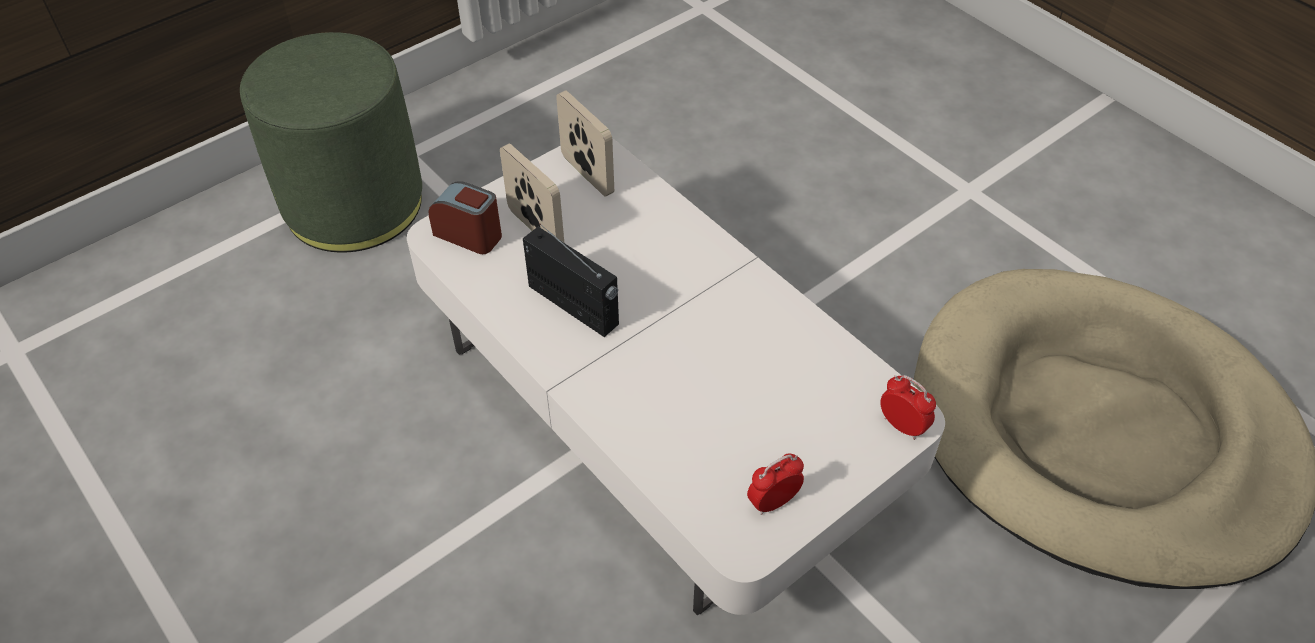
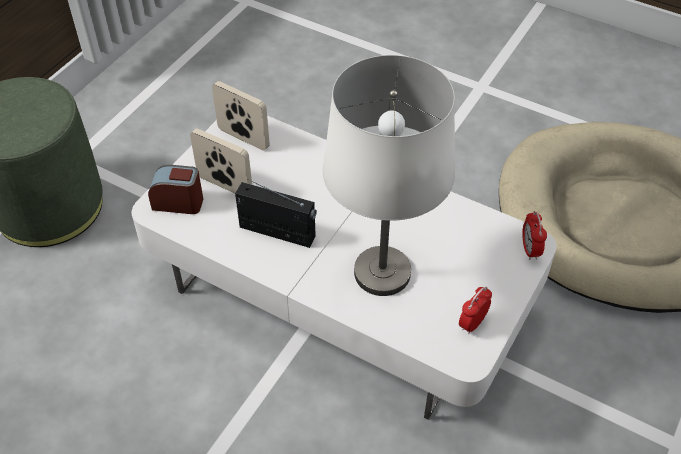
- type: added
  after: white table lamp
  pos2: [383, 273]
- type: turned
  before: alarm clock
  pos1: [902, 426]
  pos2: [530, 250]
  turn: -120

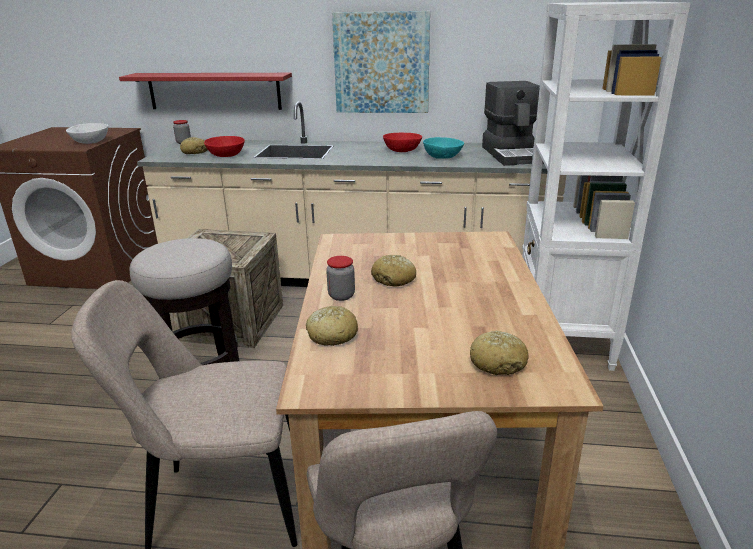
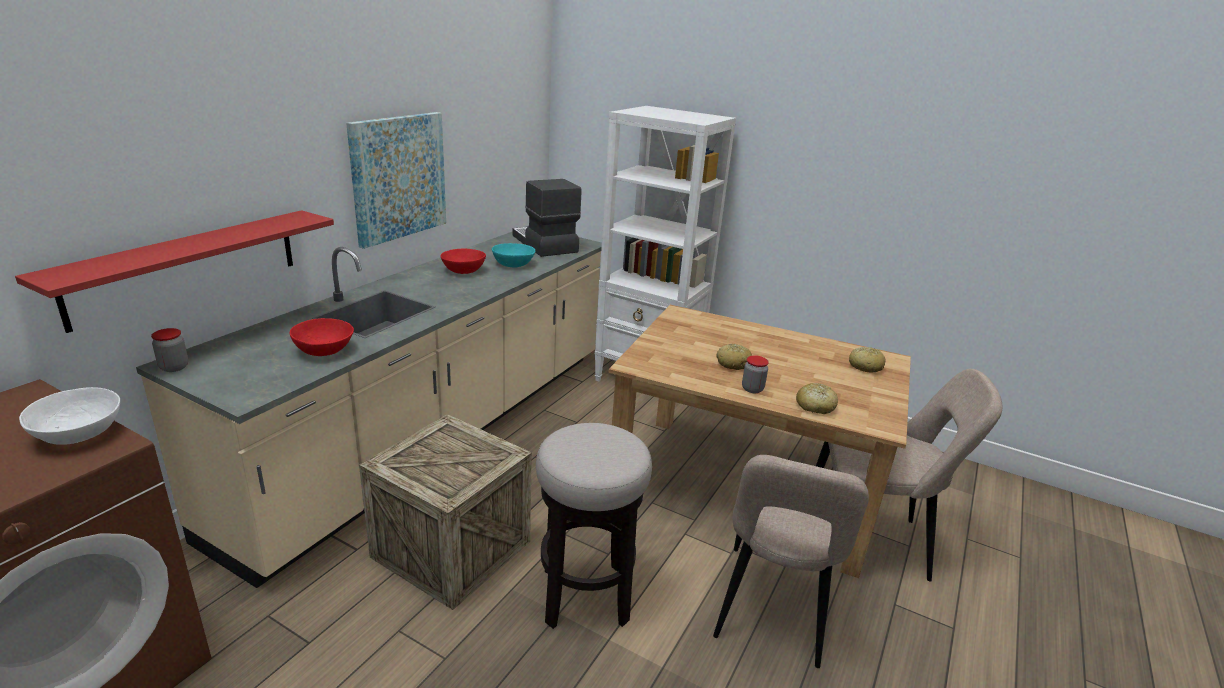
- type: turned
  before: coffee machine
  pos1: [513, 154]
  pos2: [544, 244]
  turn: -135
- type: removed
  before: bakery bread
  pos1: [195, 152]

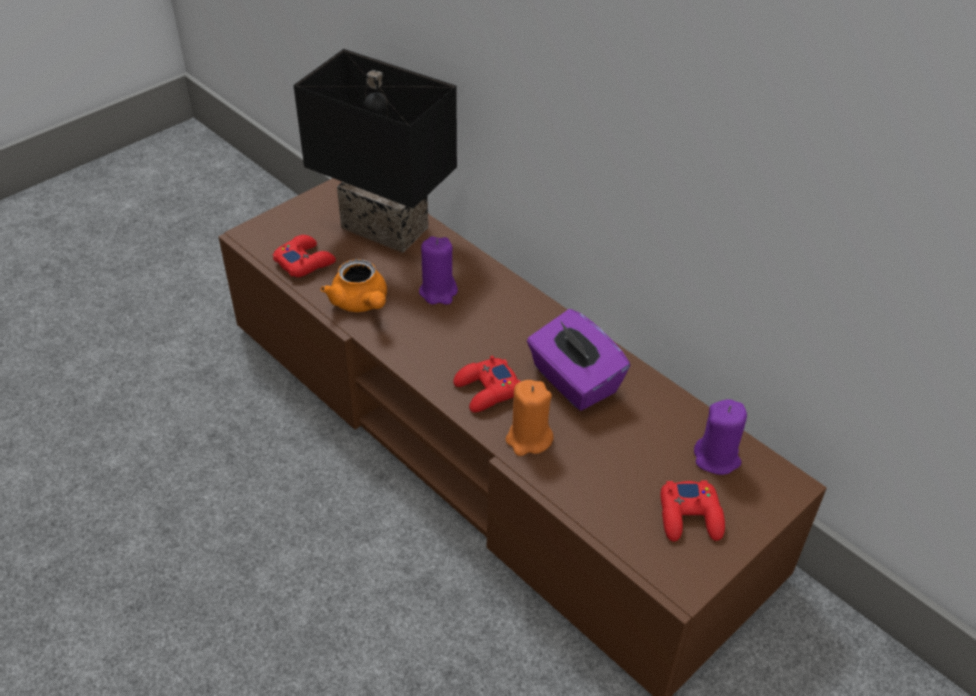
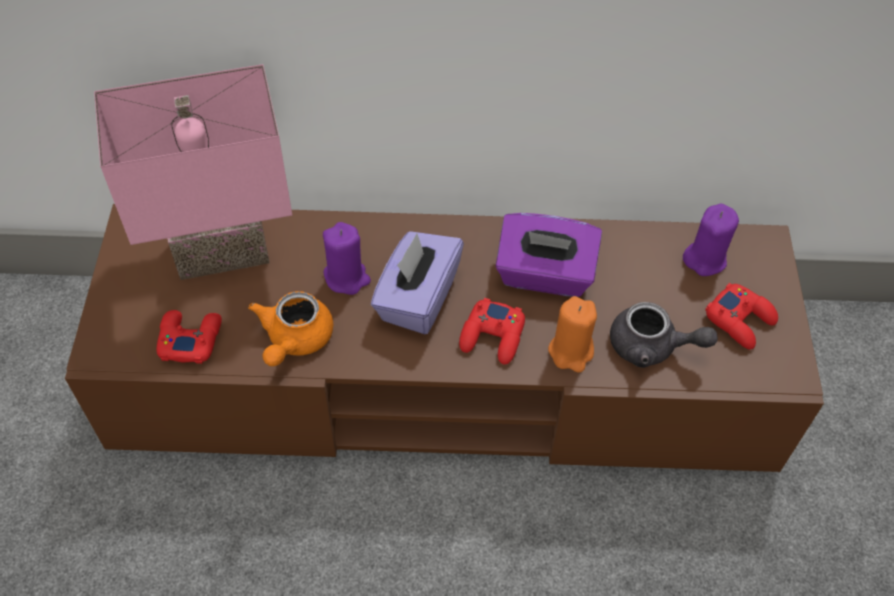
- type: recoloured
  before: blackish table lamp
  after: pinkish table lamp
  pos1: [381, 229]
  pos2: [221, 254]
- type: turned
  before: orange tea pot
  pos1: [361, 303]
  pos2: [294, 340]
  turn: 90
- type: added
  after: purple-coloured tissue holder
  pos2: [417, 298]
- type: added
  after: gray tea pot
  pos2: [651, 347]

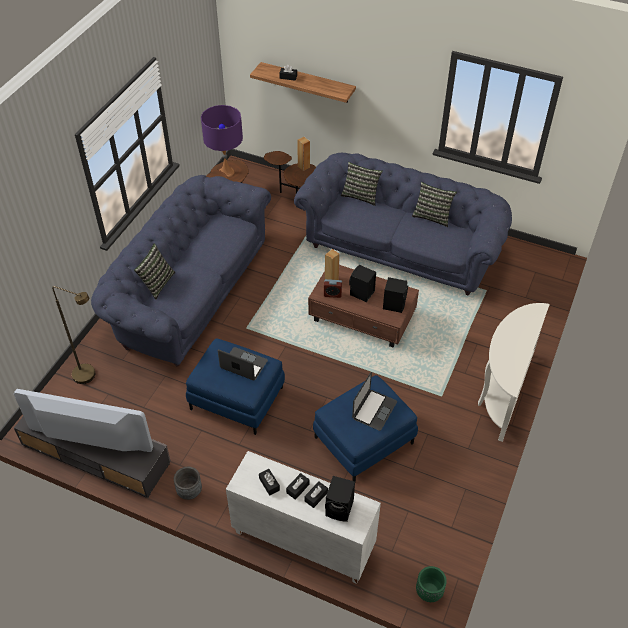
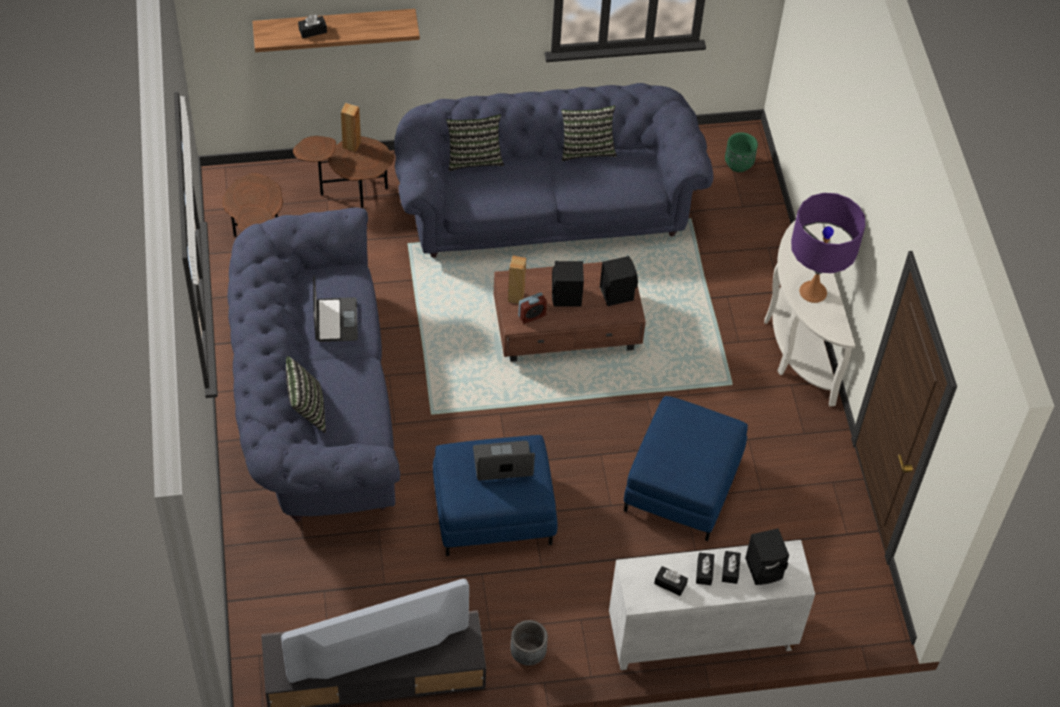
- type: moved
  before: laptop
  pos1: [374, 410]
  pos2: [335, 320]
- type: moved
  before: green flower pot
  pos1: [429, 591]
  pos2: [738, 164]
- type: moved
  before: purple-coloured table lamp
  pos1: [226, 172]
  pos2: [813, 291]
- type: removed
  before: brown-coloured standing lamp
  pos1: [90, 376]

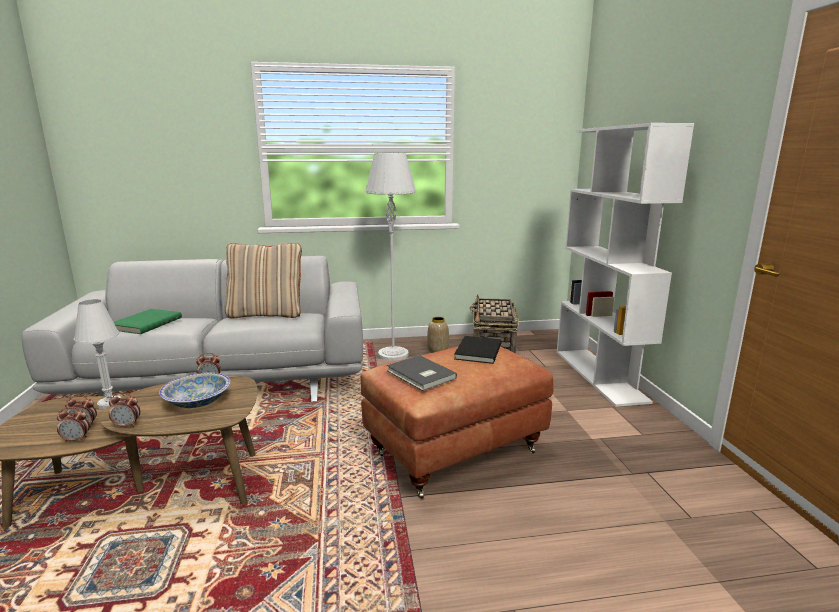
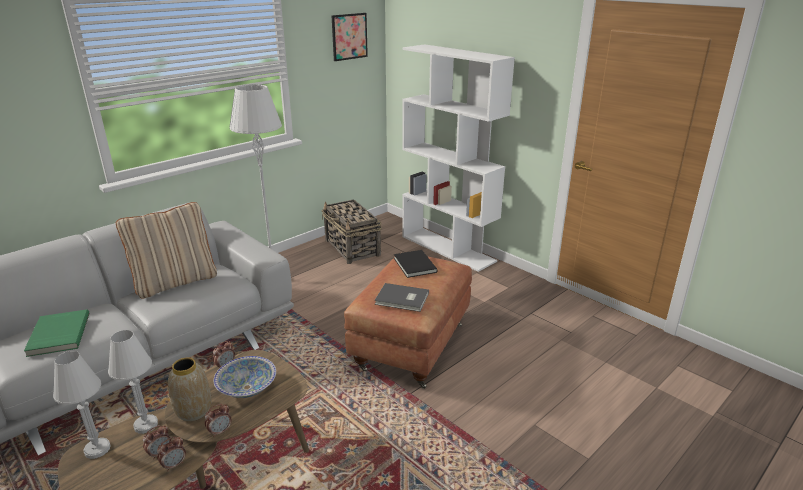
- type: added
  after: white table lamp
  pos2: [97, 449]
- type: moved
  before: decorative vase
  pos1: [437, 350]
  pos2: [193, 411]
- type: added
  after: wall art
  pos2: [349, 36]

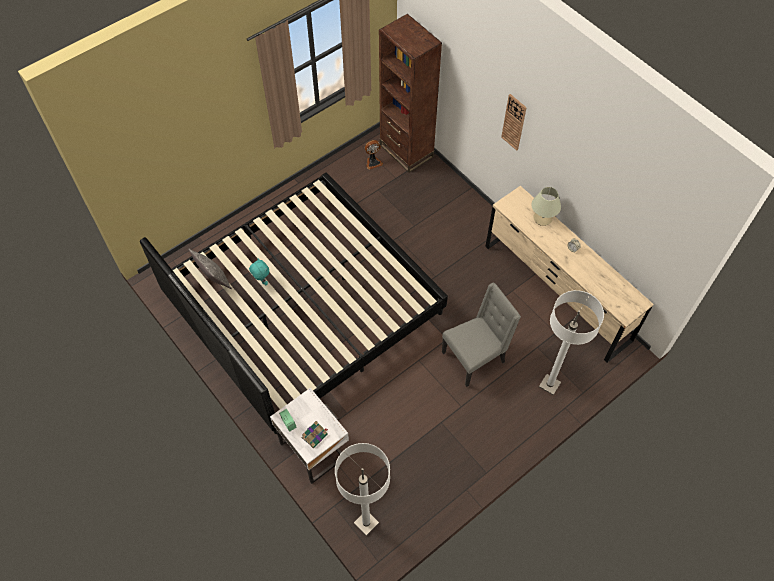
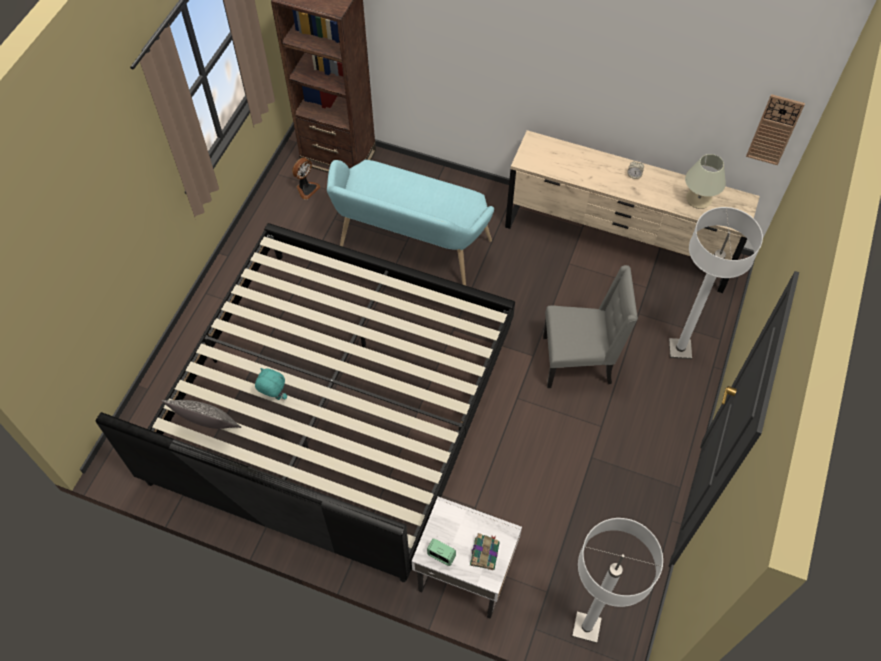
- type: added
  after: turquoise indoor bench
  pos2: [410, 249]
- type: turned
  before: gray plain chair
  pos1: [475, 357]
  pos2: [578, 361]
  turn: 60
- type: moved
  before: sand-coloured table lamp
  pos1: [542, 218]
  pos2: [698, 199]
- type: moved
  before: hanging clock
  pos1: [514, 122]
  pos2: [774, 130]

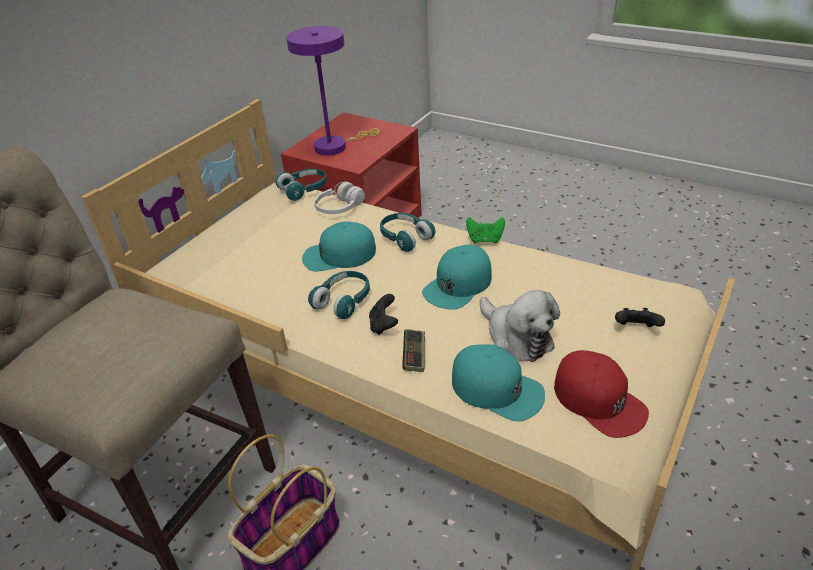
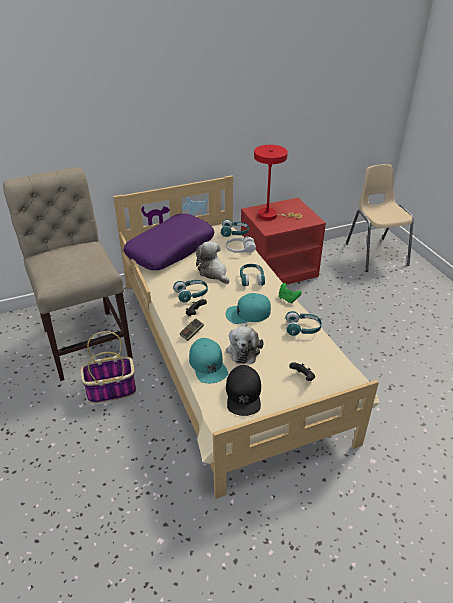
- type: added
  after: purple-coloured cushion
  pos2: [170, 249]
- type: replaced
  before: turquoise peaked cap
  after: soft toy
  pos1: [339, 255]
  pos2: [213, 272]
- type: recoloured
  before: red-coloured peaked cap
  after: blackish peaked cap
  pos1: [599, 400]
  pos2: [243, 394]
- type: recoloured
  before: purple-coloured table lamp
  after: red-coloured table lamp
  pos1: [335, 146]
  pos2: [271, 215]
- type: added
  after: turquoise headset
  pos2: [302, 329]
- type: added
  after: sand-coloured plain chair
  pos2: [375, 254]

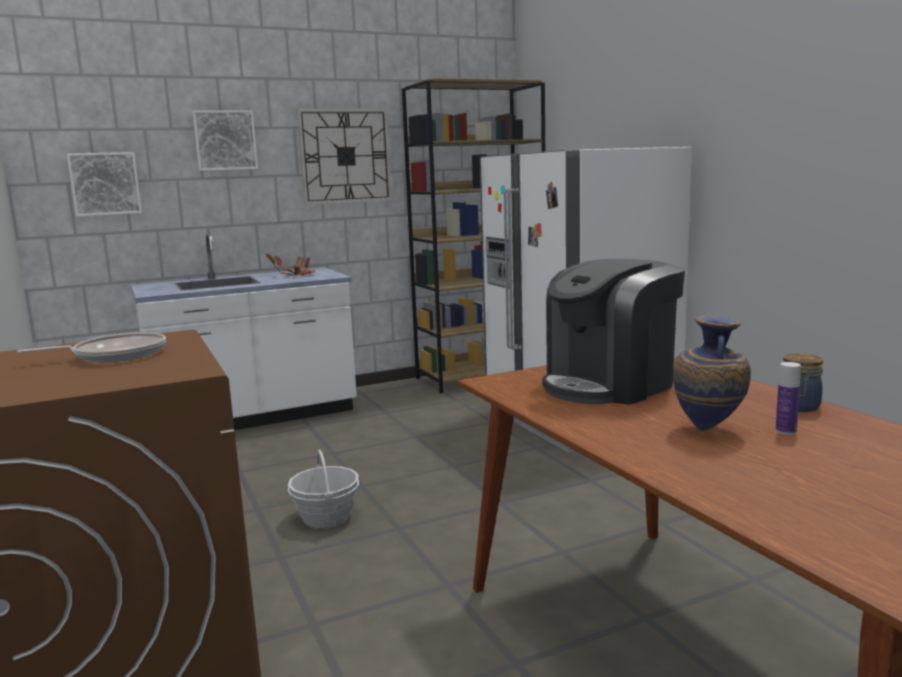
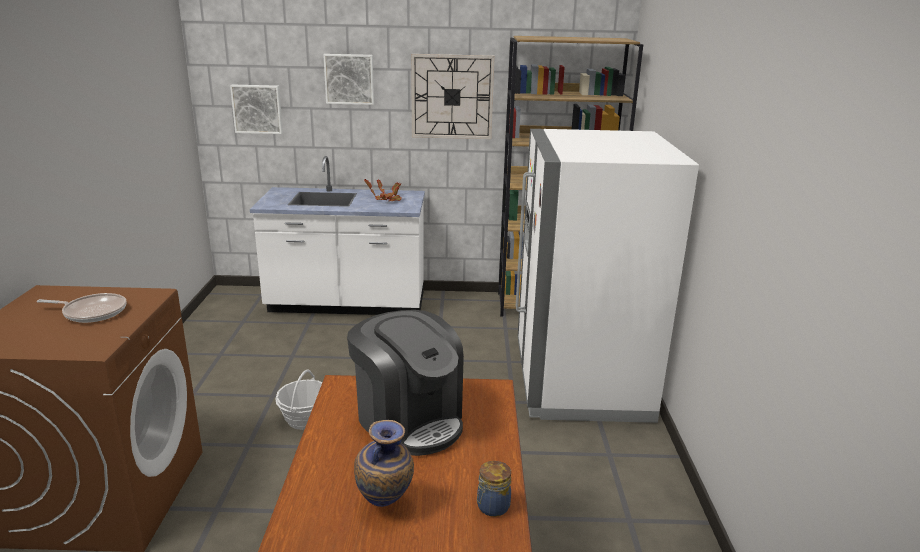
- type: turned
  before: coffee machine
  pos1: [610, 385]
  pos2: [409, 421]
  turn: -120
- type: removed
  before: beverage bottle
  pos1: [786, 431]

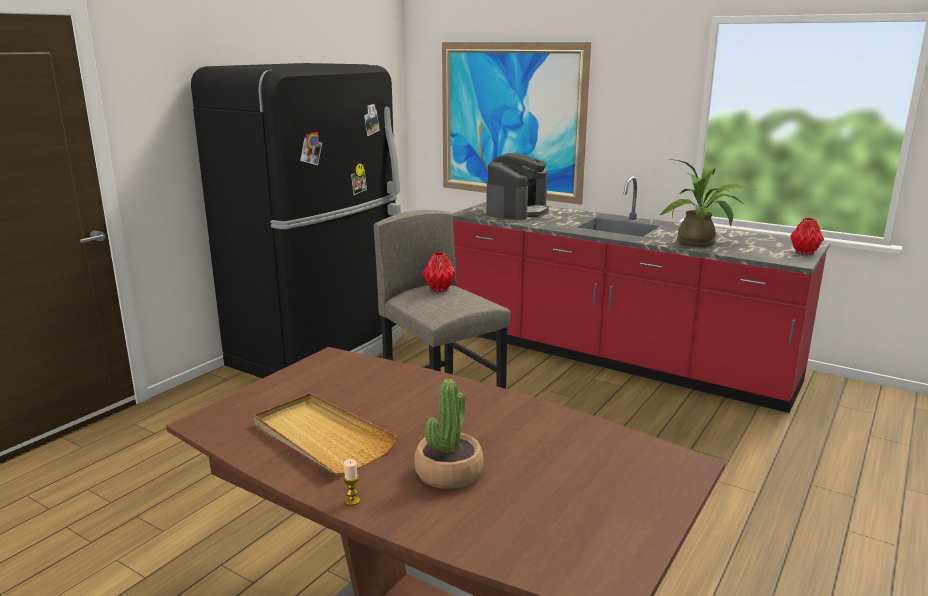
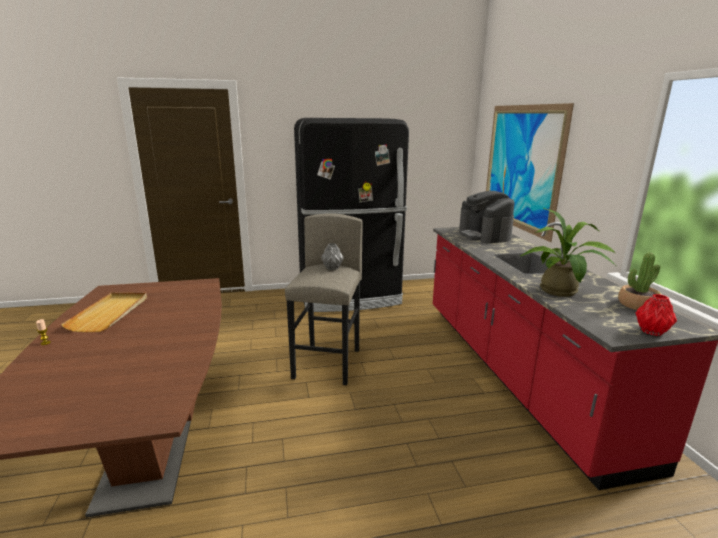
- type: recoloured
  before: red-coloured decorative vase
  after: gray decorative vase
  pos1: [439, 289]
  pos2: [332, 268]
- type: turned
  before: coffee machine
  pos1: [517, 211]
  pos2: [484, 235]
  turn: 90
- type: moved
  before: potted plant
  pos1: [448, 472]
  pos2: [637, 305]

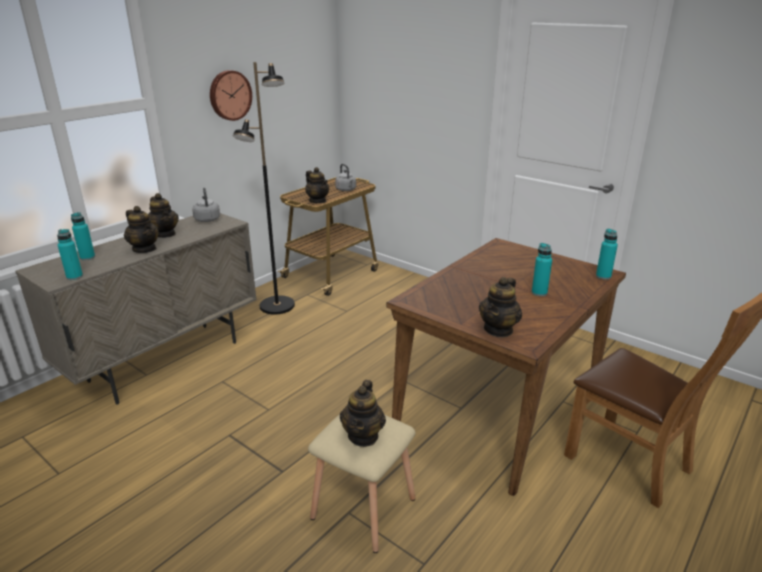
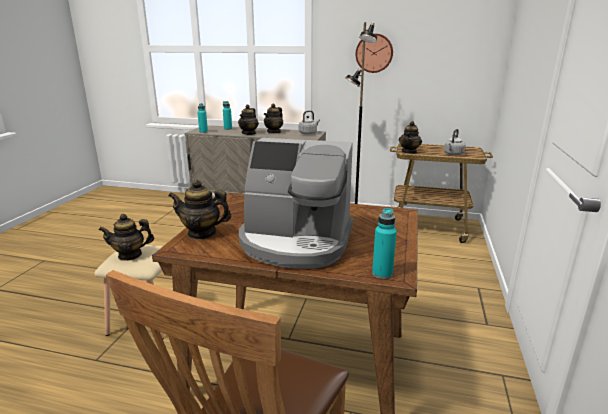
- type: replaced
  before: turquoise beverage bottle
  after: coffee machine
  pos1: [539, 292]
  pos2: [296, 242]

